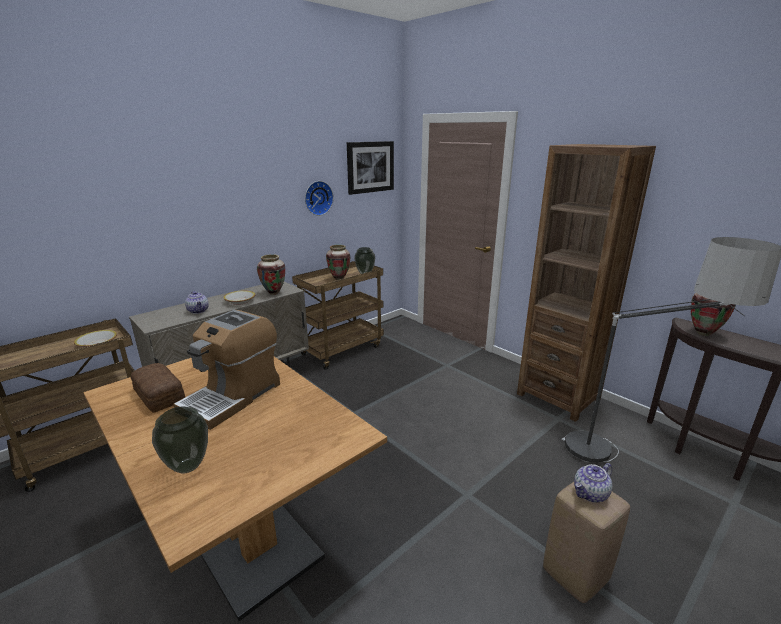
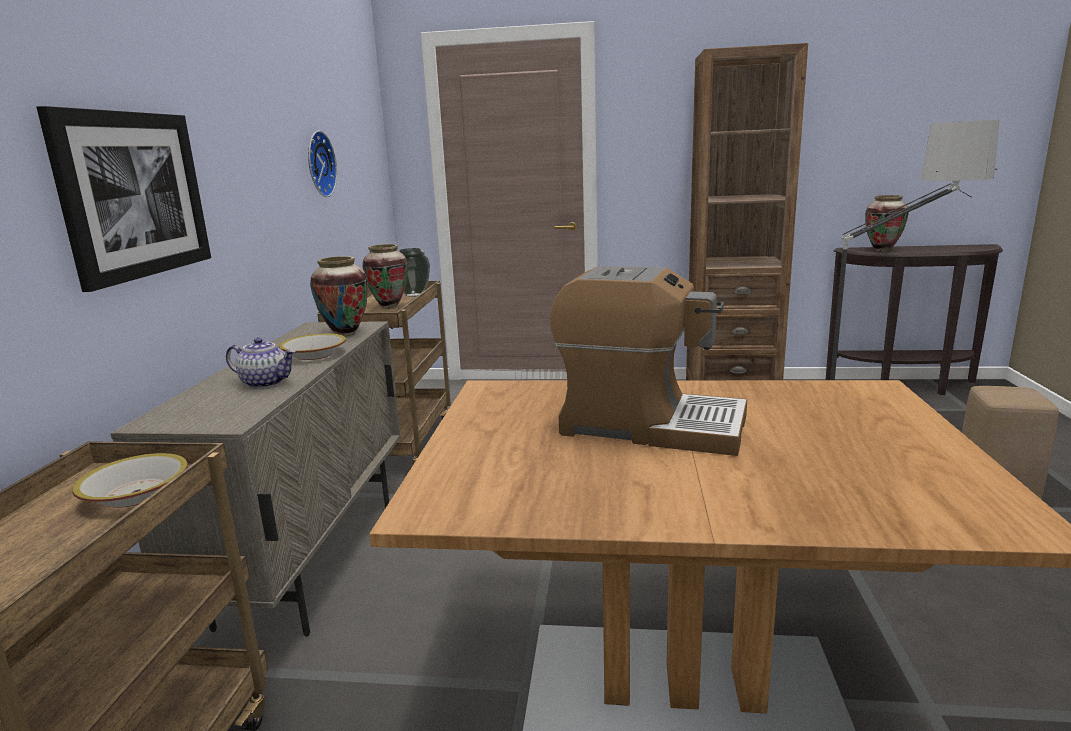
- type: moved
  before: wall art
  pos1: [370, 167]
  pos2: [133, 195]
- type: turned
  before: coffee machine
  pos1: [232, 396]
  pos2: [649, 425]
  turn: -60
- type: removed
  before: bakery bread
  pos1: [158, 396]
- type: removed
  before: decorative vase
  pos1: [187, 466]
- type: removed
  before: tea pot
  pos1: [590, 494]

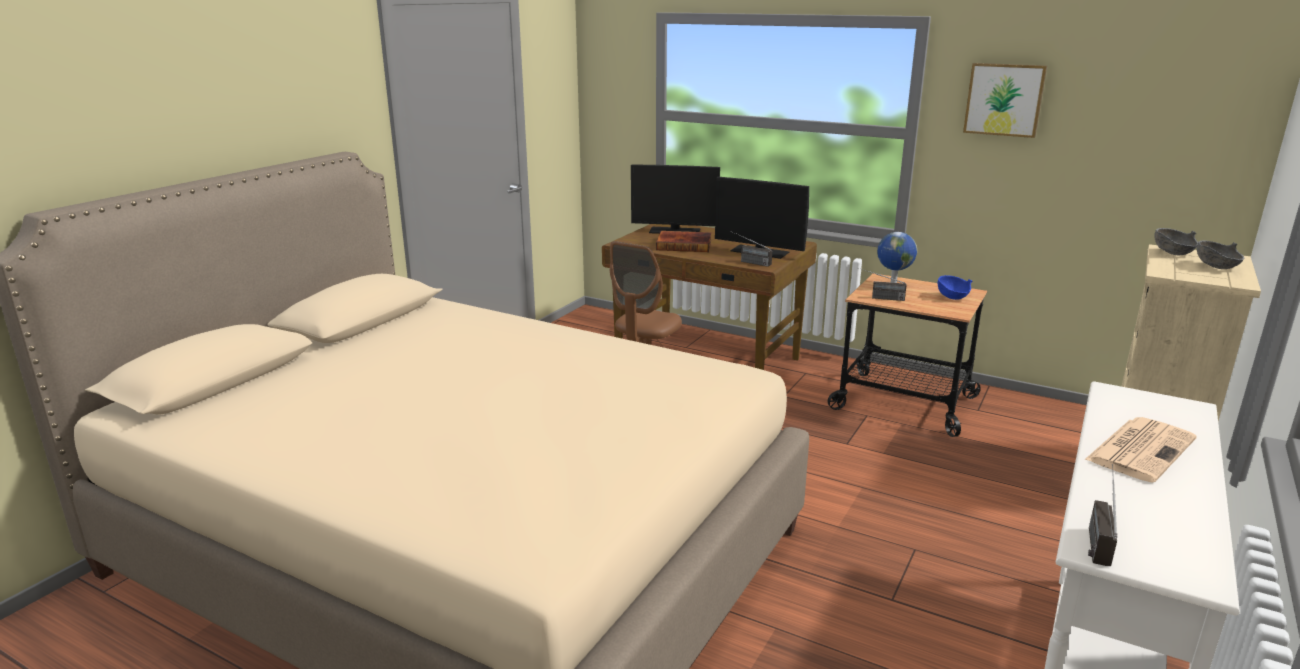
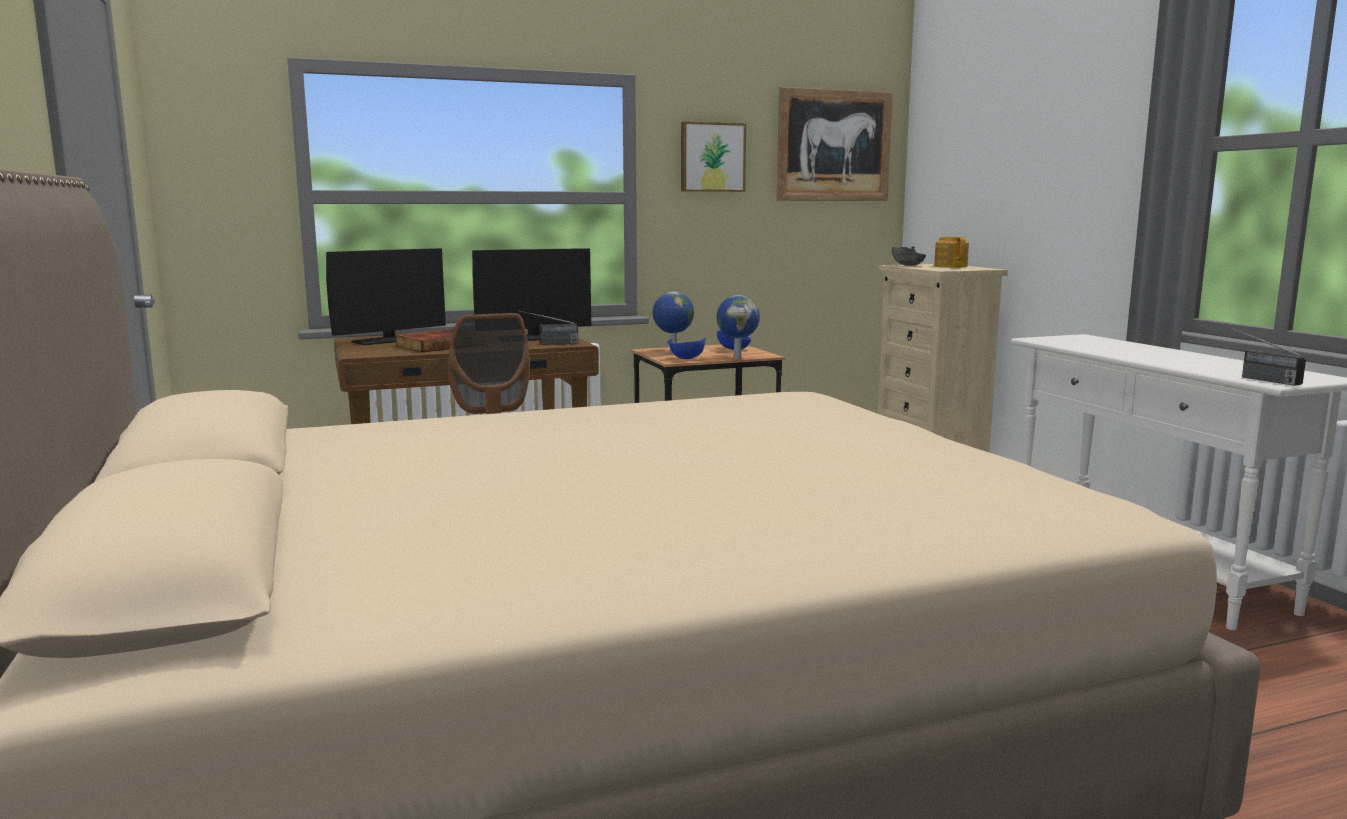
- type: replaced
  before: radio set
  after: bluish deep dish
  pos1: [879, 298]
  pos2: [687, 359]
- type: added
  after: desk globe
  pos2: [737, 358]
- type: added
  after: wall art
  pos2: [834, 146]
- type: replaced
  before: gray deep dish
  after: tea pot
  pos1: [1216, 267]
  pos2: [950, 266]
- type: removed
  before: printed paper
  pos1: [1140, 449]

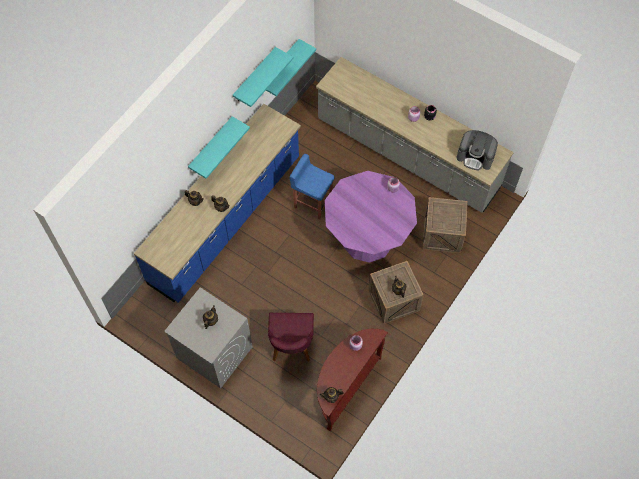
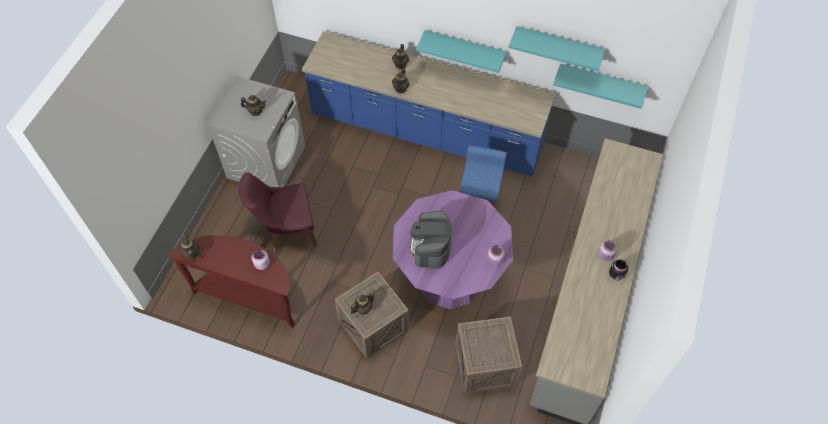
- type: moved
  before: coffee machine
  pos1: [475, 156]
  pos2: [430, 247]

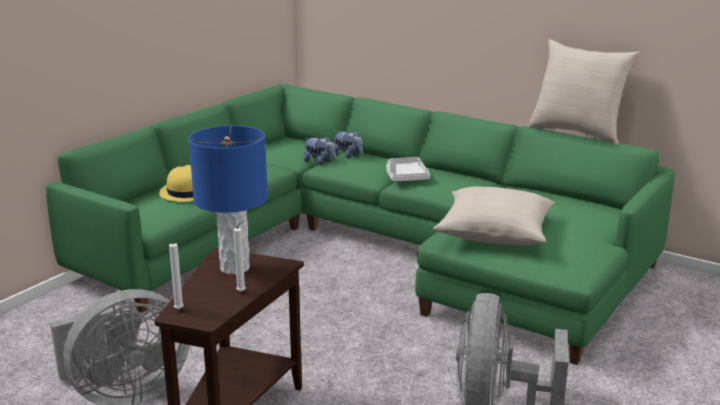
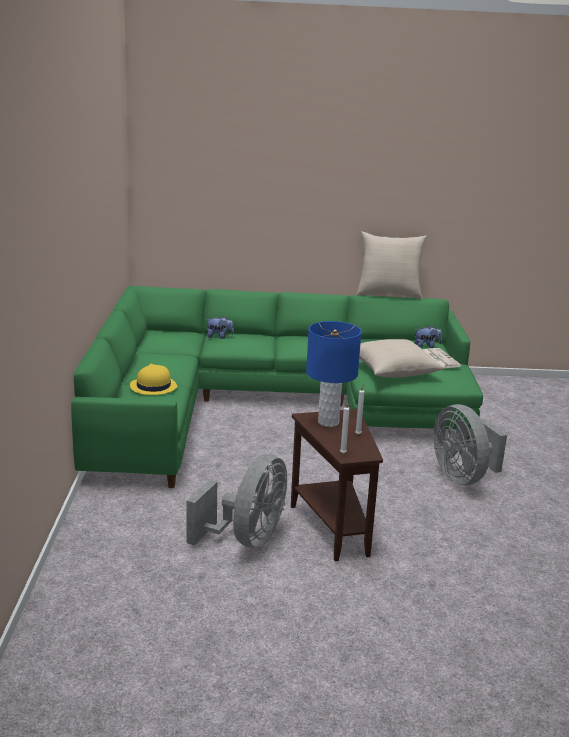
- type: moved
  before: soft toy
  pos1: [320, 162]
  pos2: [426, 347]
- type: added
  after: printed paper
  pos2: [438, 359]
- type: removed
  before: white tray
  pos1: [405, 176]

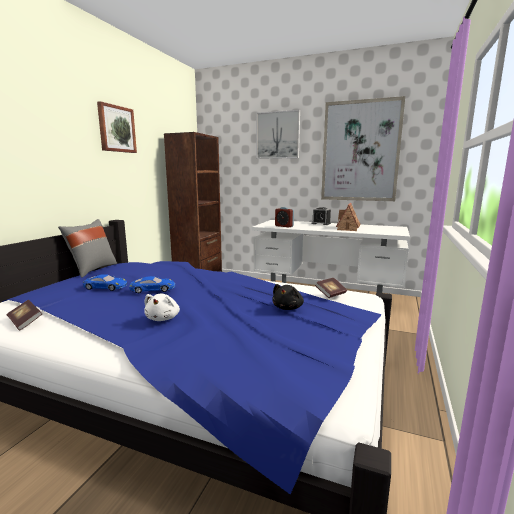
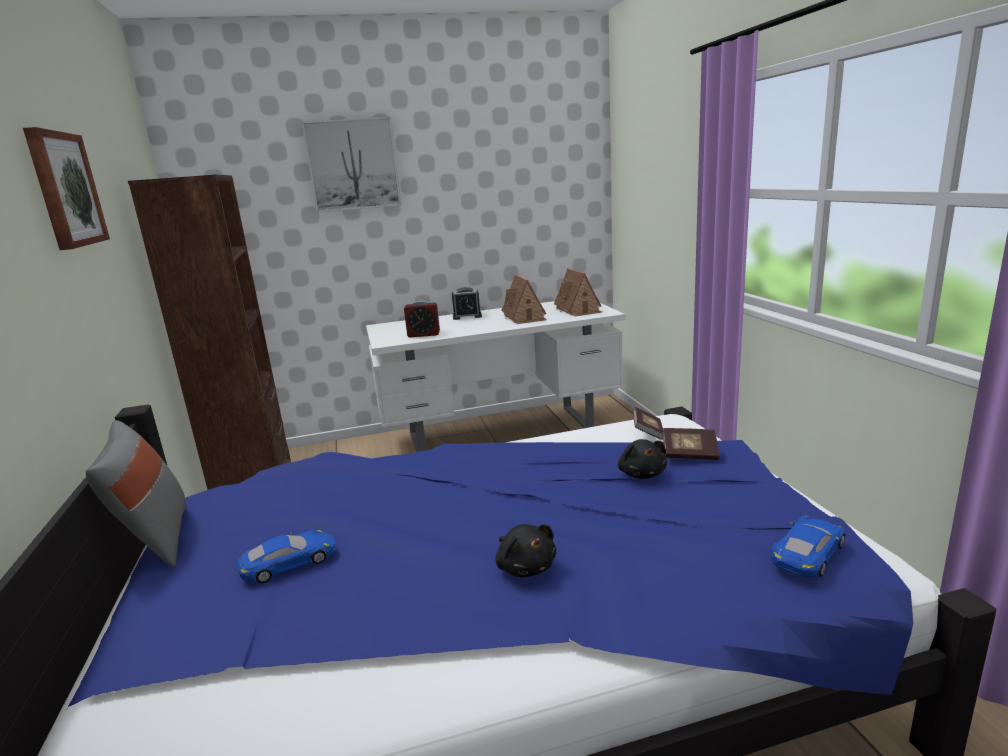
- type: recoloured
  before: white soft toy
  after: blackish soft toy
  pos1: [163, 318]
  pos2: [525, 567]
- type: added
  after: miniature house
  pos2: [578, 310]
- type: moved
  before: volume
  pos1: [25, 322]
  pos2: [689, 454]
- type: moved
  before: bluish model car
  pos1: [153, 289]
  pos2: [808, 553]
- type: removed
  before: wall art
  pos1: [360, 151]

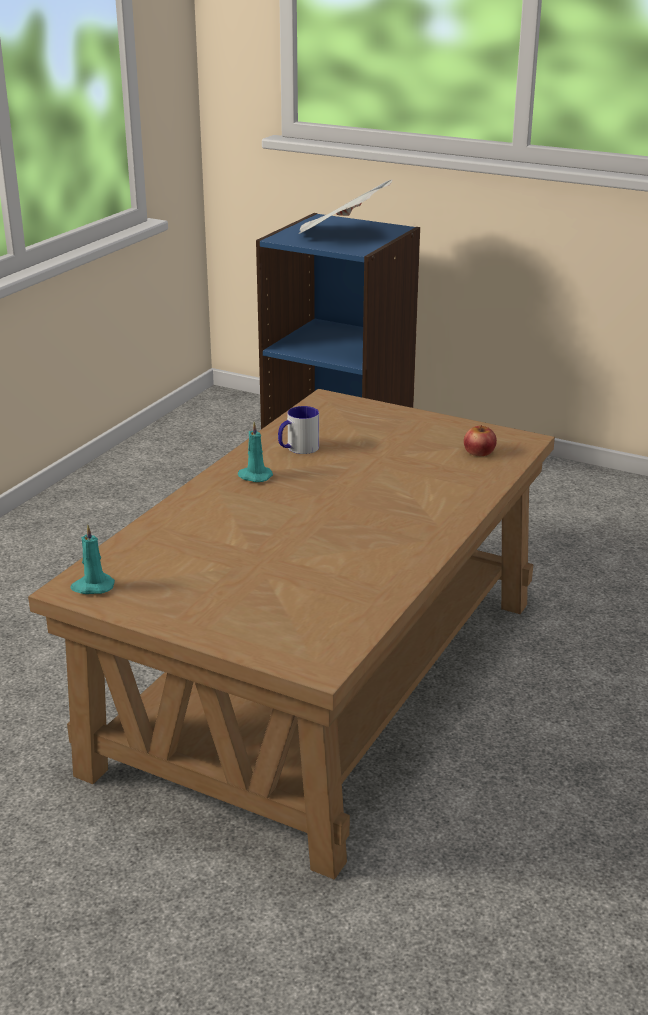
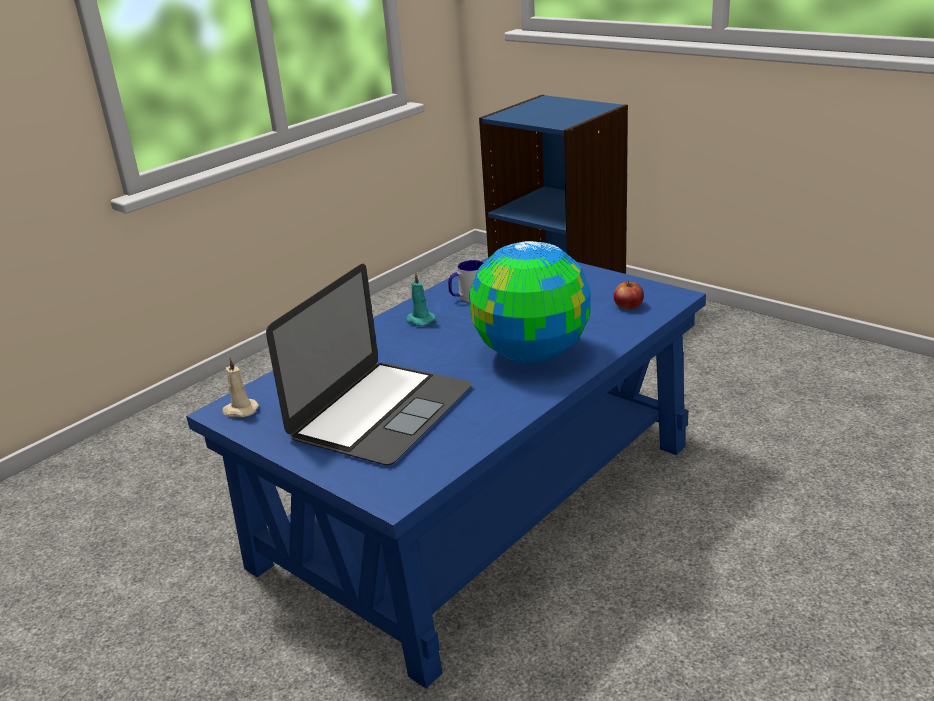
- type: recoloured
  before: brown-coloured lounge table
  after: bluish lounge table
  pos1: [323, 680]
  pos2: [479, 502]
- type: recoloured
  before: turquoise candle
  after: sand-coloured candle
  pos1: [92, 587]
  pos2: [240, 410]
- type: added
  after: laptop
  pos2: [381, 411]
- type: added
  after: desk globe
  pos2: [533, 354]
- type: removed
  before: printed paper
  pos1: [341, 234]

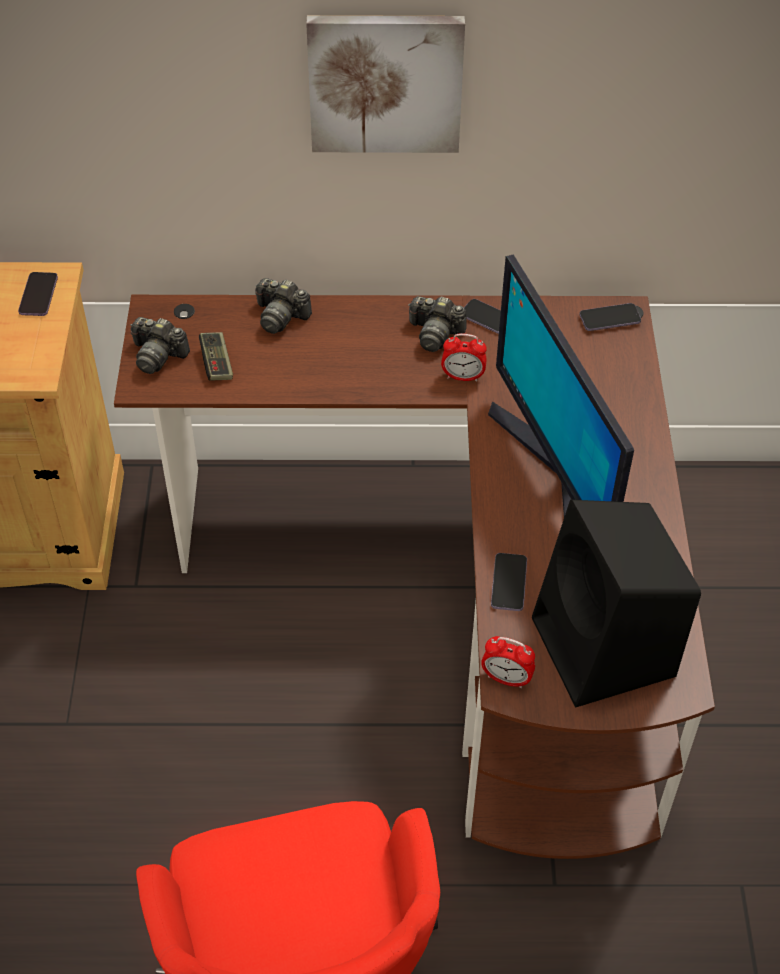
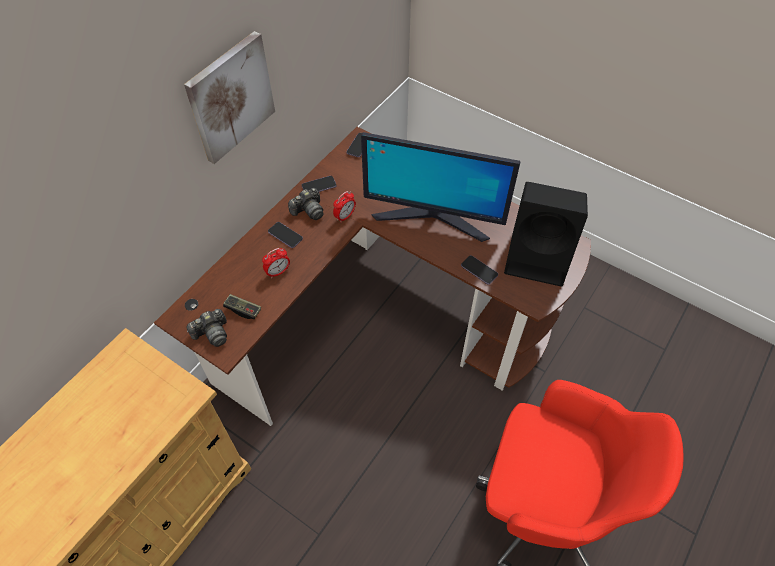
- type: moved
  before: alarm clock
  pos1: [506, 678]
  pos2: [278, 272]
- type: moved
  before: phone
  pos1: [38, 295]
  pos2: [285, 235]
- type: removed
  before: still camera
  pos1: [280, 316]

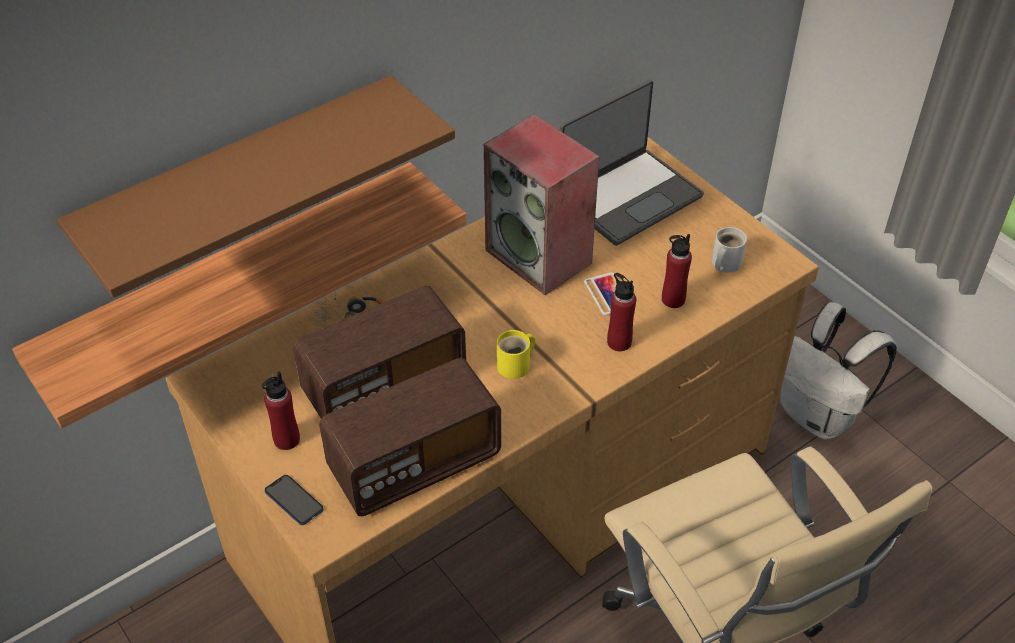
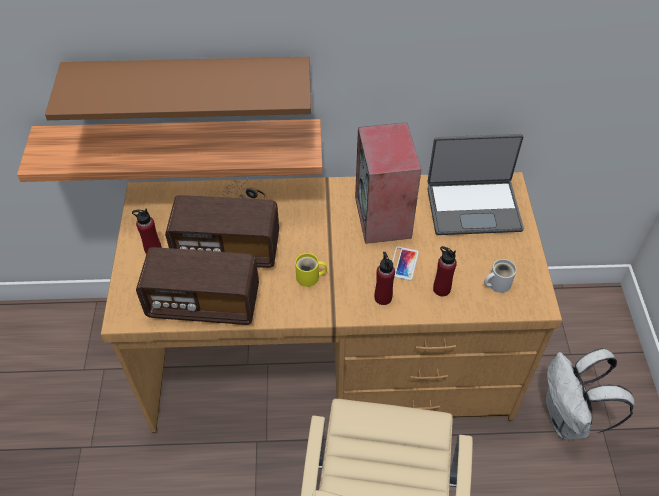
- type: removed
  before: phone
  pos1: [294, 501]

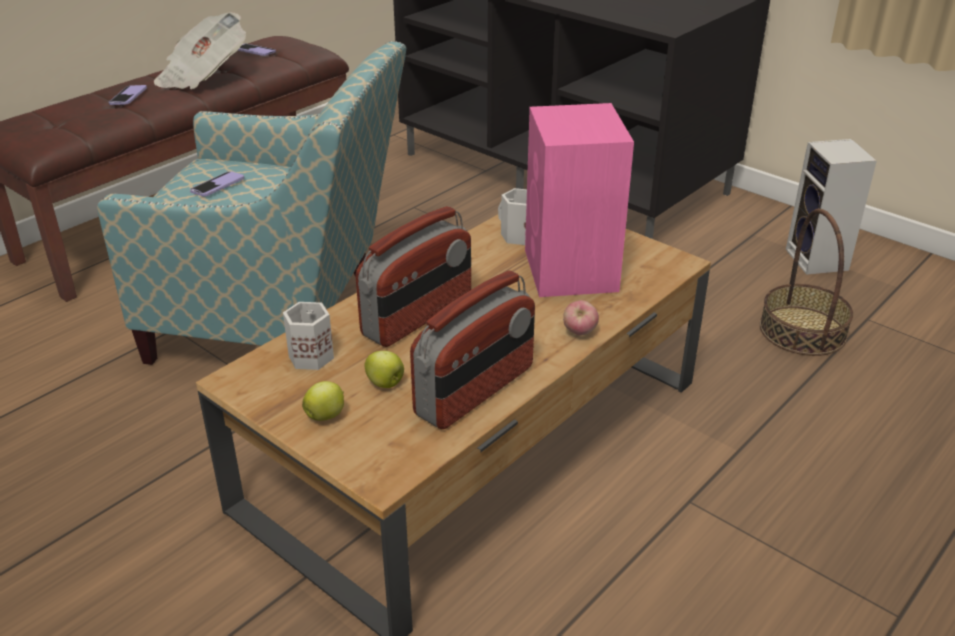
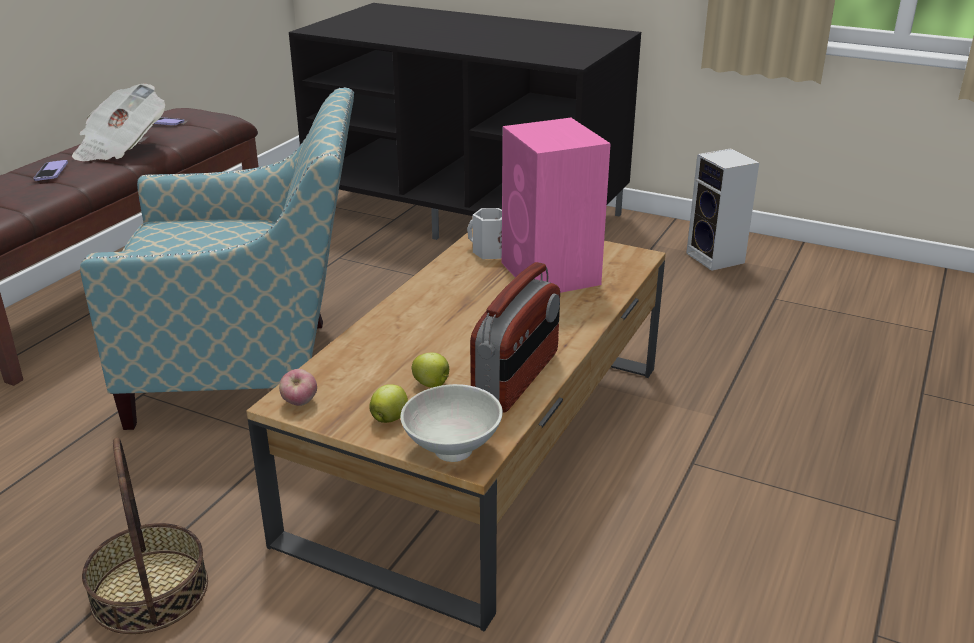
- type: moved
  before: basket
  pos1: [802, 331]
  pos2: [149, 591]
- type: moved
  before: apple
  pos1: [579, 333]
  pos2: [300, 403]
- type: added
  after: white deep dish
  pos2: [453, 452]
- type: removed
  before: phone
  pos1: [217, 185]
- type: removed
  before: white coffee mug
  pos1: [310, 355]
- type: removed
  before: radio set
  pos1: [418, 316]

